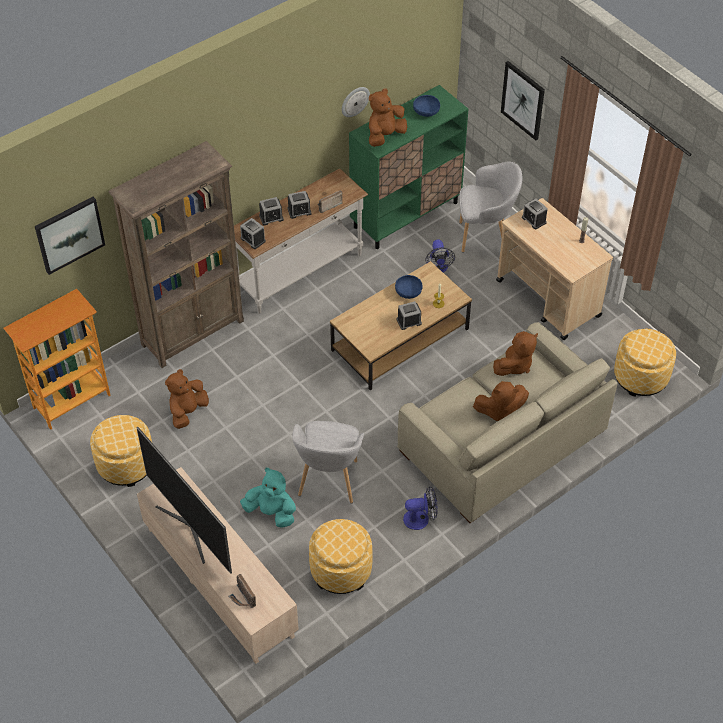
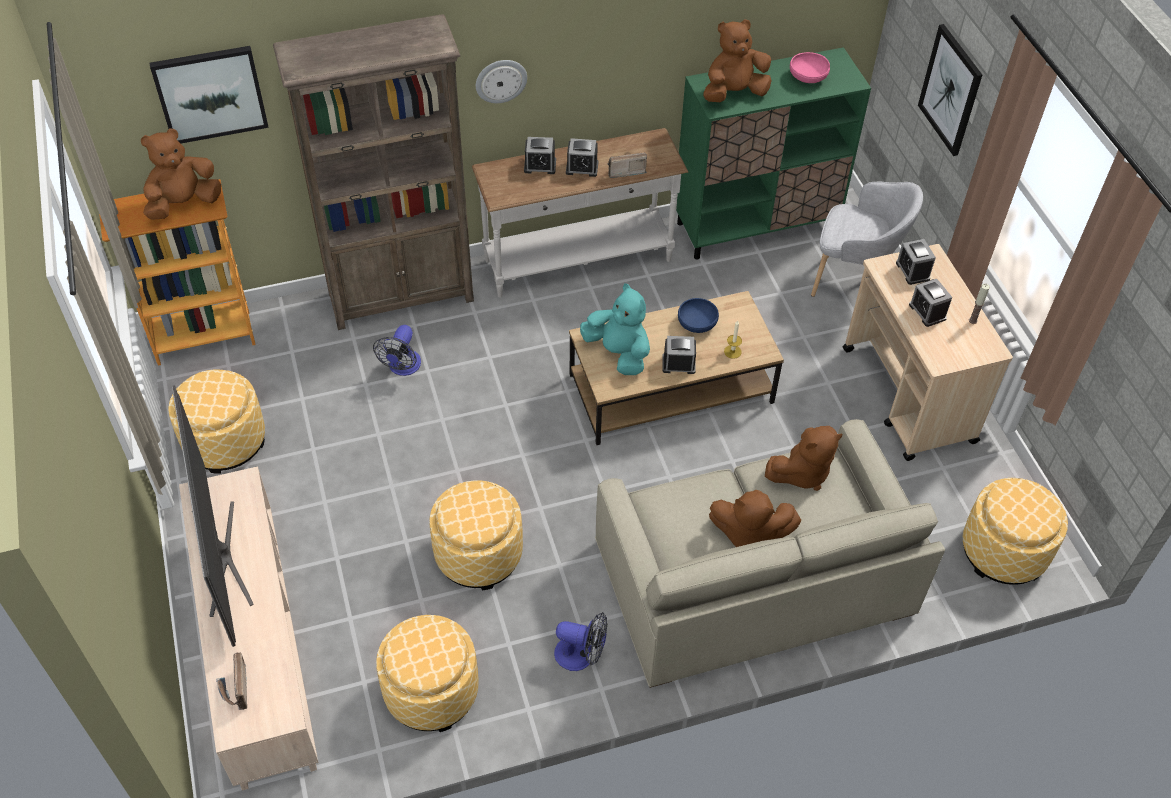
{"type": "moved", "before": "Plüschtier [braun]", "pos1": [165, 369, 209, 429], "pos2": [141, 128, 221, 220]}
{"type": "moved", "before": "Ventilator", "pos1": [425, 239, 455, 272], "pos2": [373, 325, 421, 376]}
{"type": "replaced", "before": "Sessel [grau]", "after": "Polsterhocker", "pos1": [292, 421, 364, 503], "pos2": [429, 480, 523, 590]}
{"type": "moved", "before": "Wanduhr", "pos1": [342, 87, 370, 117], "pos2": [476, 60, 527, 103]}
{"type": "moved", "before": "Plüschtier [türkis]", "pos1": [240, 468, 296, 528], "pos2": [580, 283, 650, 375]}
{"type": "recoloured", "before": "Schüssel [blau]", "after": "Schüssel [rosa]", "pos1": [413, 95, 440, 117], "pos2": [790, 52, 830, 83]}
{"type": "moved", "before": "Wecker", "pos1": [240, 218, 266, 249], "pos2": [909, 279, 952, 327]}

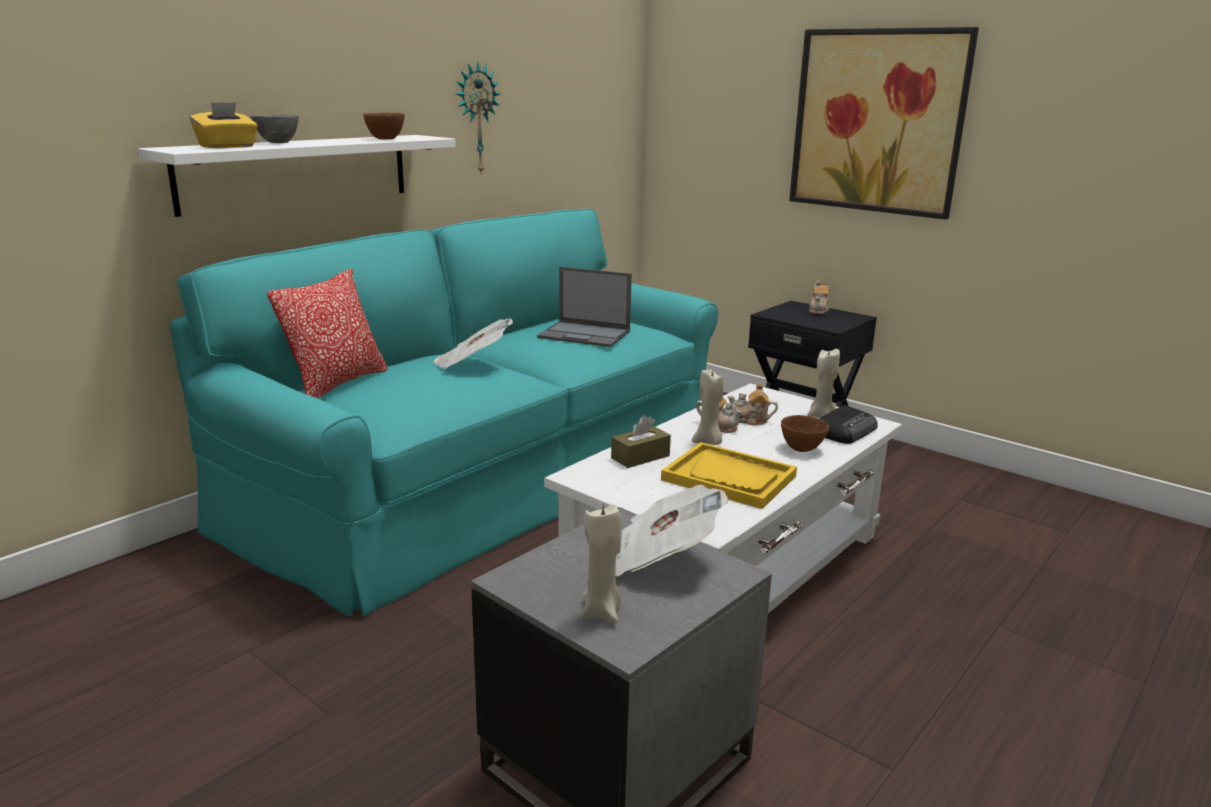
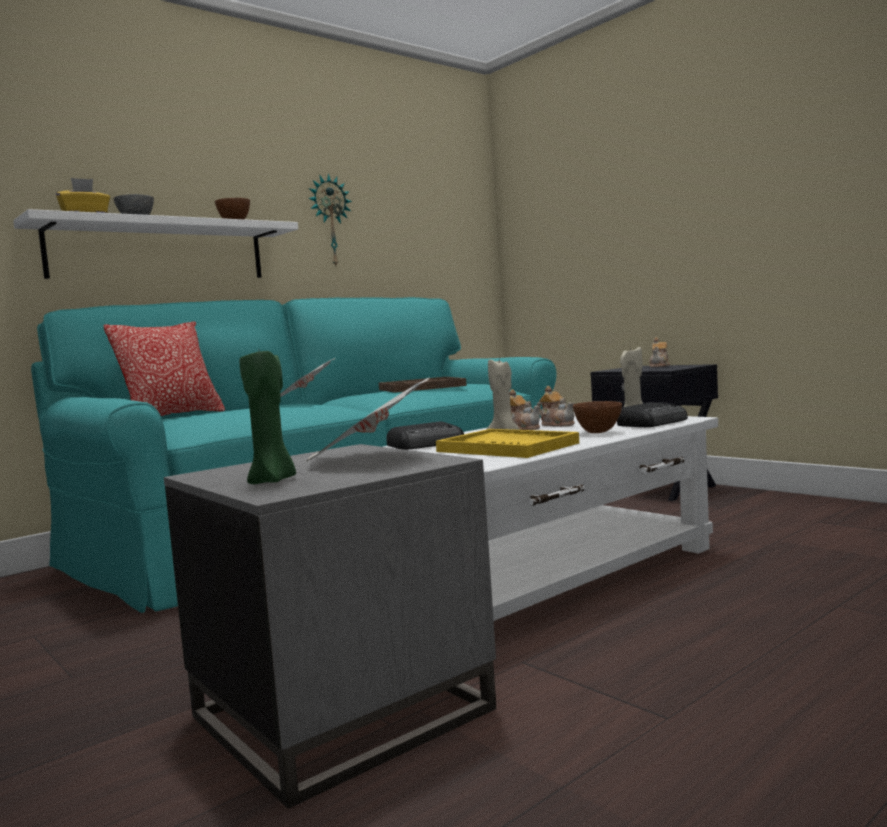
{"type": "recoloured", "before": "Kerze [beige]", "after": "Kerze [grün]", "pos1": [582, 504, 622, 623], "pos2": [240, 351, 296, 484]}
{"type": "replaced", "before": "Laptop", "after": "Tablett [braun]", "pos1": [537, 267, 632, 347], "pos2": [379, 377, 467, 393]}
{"type": "replaced", "before": "Taschentuchbox [braun]", "after": "Radio", "pos1": [611, 415, 671, 468], "pos2": [387, 422, 464, 450]}
{"type": "turned", "before": "Teekanne", "pos1": [727, 383, 778, 426], "pos2": [537, 386, 575, 427], "turn": -150}
{"type": "removed", "before": "Bild", "pos1": [789, 27, 979, 220]}

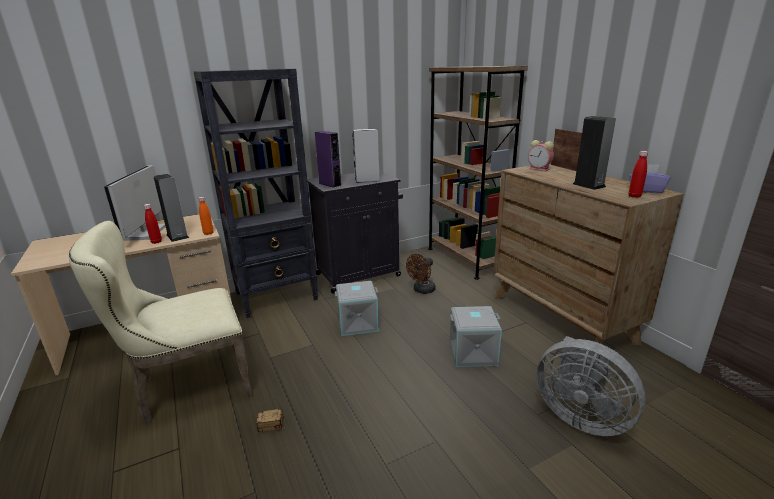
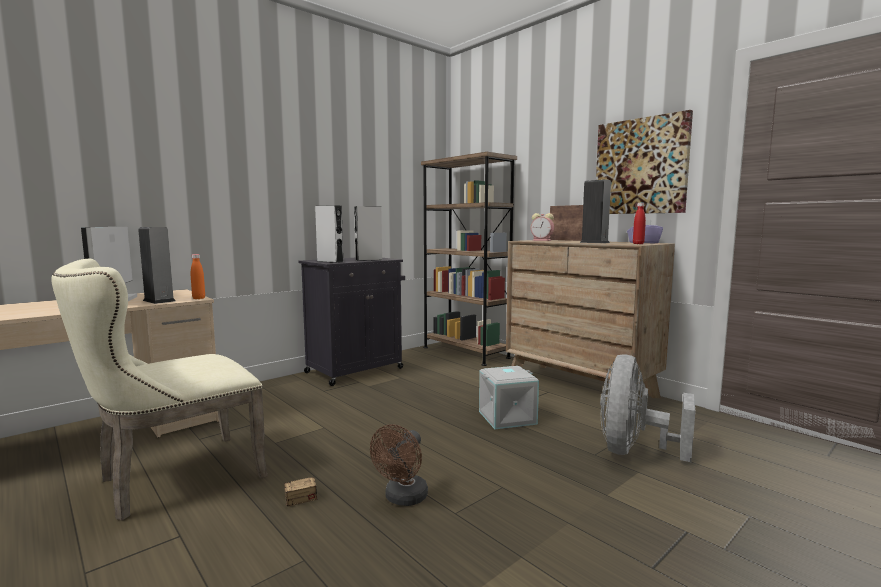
{"type": "recoloured", "before": "Lautsprecher [lila]", "after": "Lautsprecher [grau]", "pos1": [315, 131, 341, 188], "pos2": [315, 205, 343, 263]}
{"type": "moved", "before": "Ventilator [braun]", "pos1": [406, 254, 436, 294], "pos2": [370, 424, 428, 506]}
{"type": "added", "after": "Bild", "pos2": [596, 110, 693, 214]}
{"type": "turned", "before": "Ventilator [grau]", "pos1": [537, 336, 646, 436], "pos2": [600, 355, 695, 462], "turn": 90}
{"type": "removed", "before": "Flasche [rot]", "pos1": [144, 204, 162, 244]}
{"type": "removed", "before": "Bücherregal [schwarz]", "pos1": [193, 69, 318, 318]}
{"type": "removed", "before": "Aufbewahrungsbox [grau]", "pos1": [335, 281, 379, 336]}

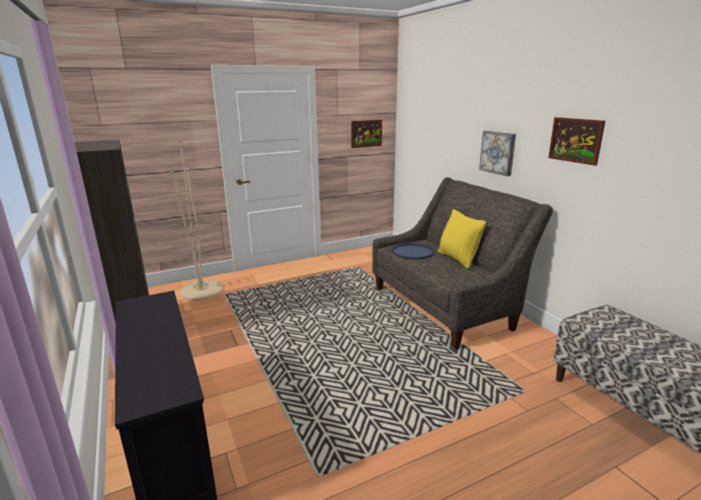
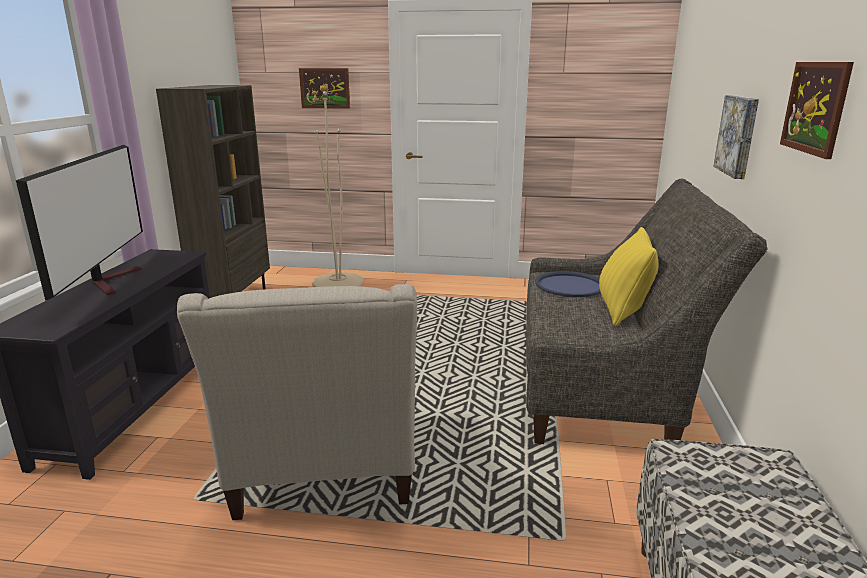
{"type": "added", "after": "Fernseher", "pos2": [16, 145, 143, 301]}
{"type": "added", "after": "Sessel [beige]", "pos2": [177, 284, 417, 520]}
{"type": "moved", "before": "Bild", "pos1": [351, 120, 382, 148], "pos2": [299, 68, 350, 109]}

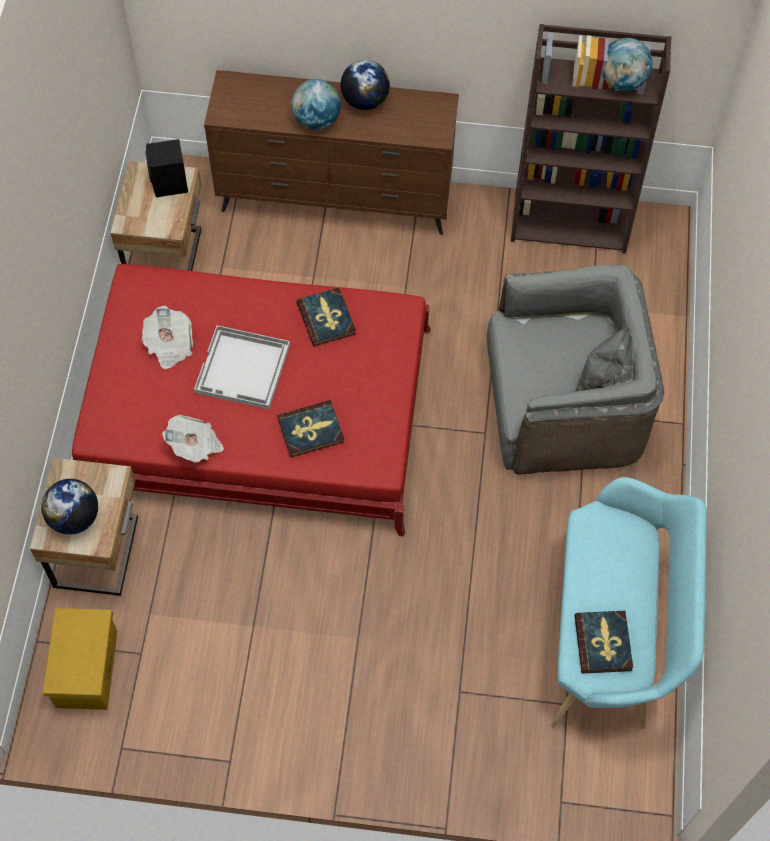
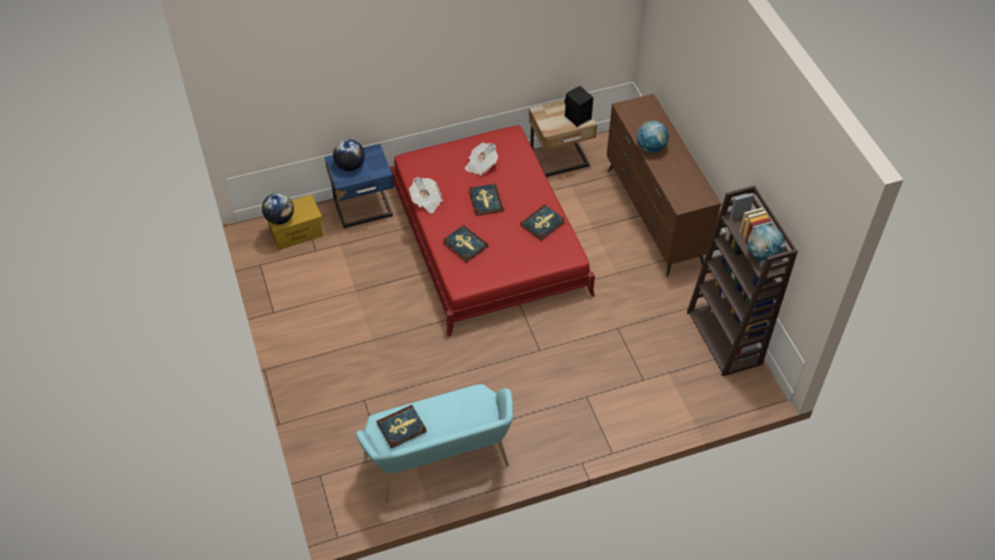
{"type": "moved", "before": "Globus", "pos1": [341, 60, 390, 110], "pos2": [262, 193, 294, 225]}
{"type": "recoloured", "before": "Nachttisch [beige]", "after": "Nachttisch [blau]", "pos1": [30, 458, 138, 596], "pos2": [325, 144, 394, 228]}
{"type": "replaced", "before": "Tablett [weiß]", "after": "Buch", "pos1": [194, 325, 290, 409], "pos2": [469, 184, 504, 216]}
{"type": "removed", "before": "Sessel [grau]", "pos1": [487, 265, 664, 475]}

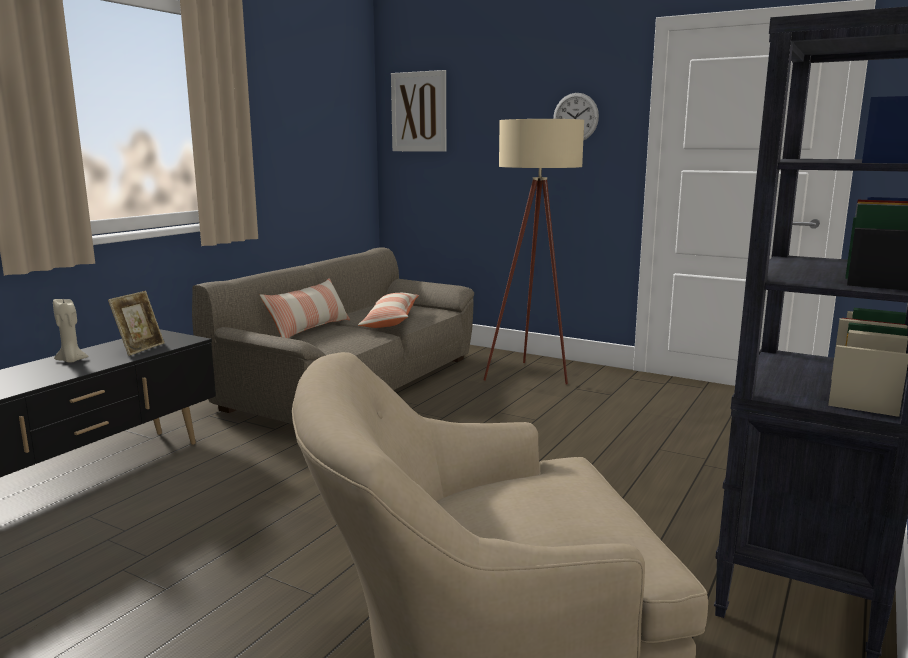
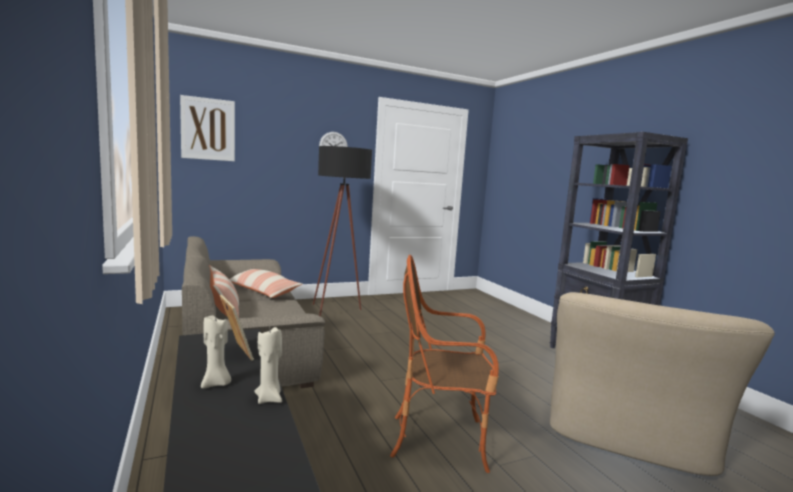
{"type": "added", "after": "Kerze [beige]", "pos2": [254, 327, 282, 404]}
{"type": "recoloured", "before": "Stehlampe [beige]", "after": "Stehlampe [schwarz]", "pos1": [484, 119, 584, 385], "pos2": [313, 146, 372, 316]}
{"type": "added", "after": "Sessel", "pos2": [390, 255, 499, 473]}

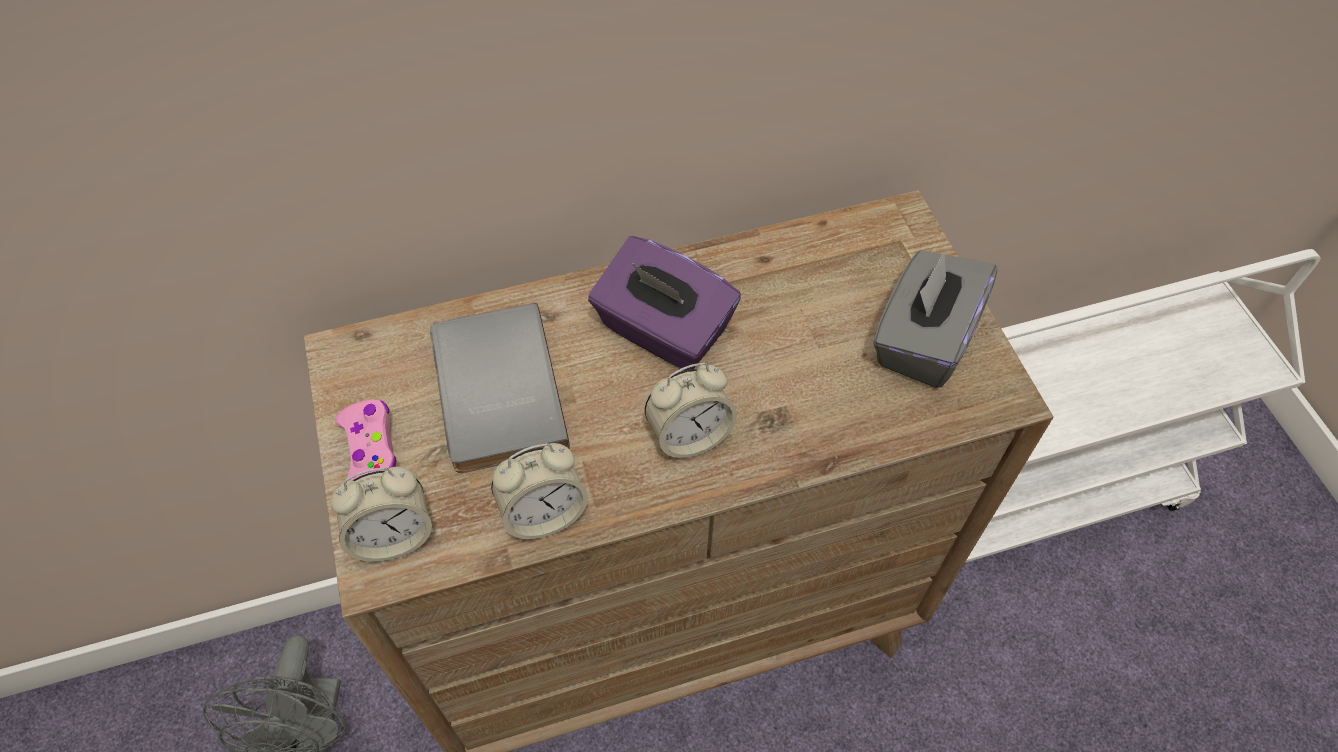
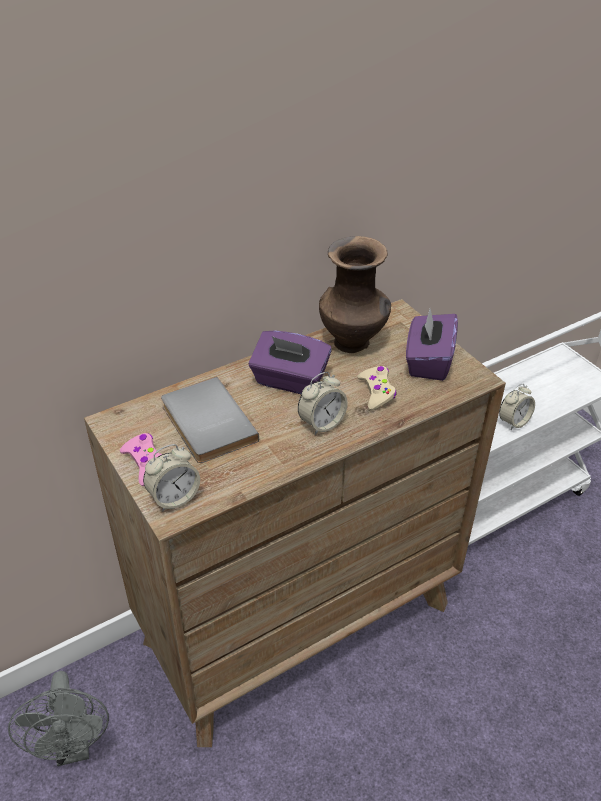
{"type": "added", "after": "Vase [braun]", "pos2": [319, 236, 391, 353]}
{"type": "added", "after": "Gamepad [beige]", "pos2": [357, 366, 397, 411]}
{"type": "recoloured", "before": "Taschentuchbox [grau]", "after": "Taschentuchbox [lila]", "pos1": [873, 250, 997, 388], "pos2": [406, 309, 458, 381]}
{"type": "moved", "before": "Wecker", "pos1": [491, 443, 588, 539], "pos2": [499, 383, 535, 430]}

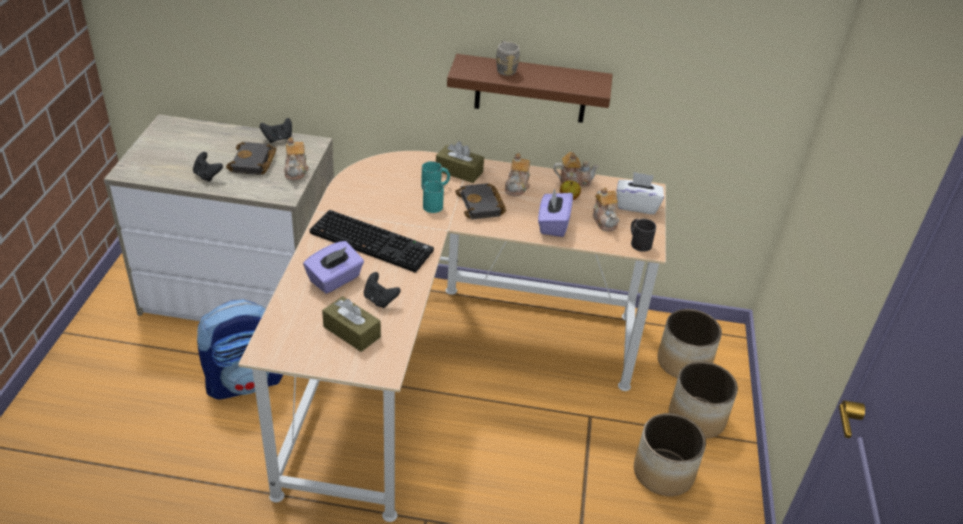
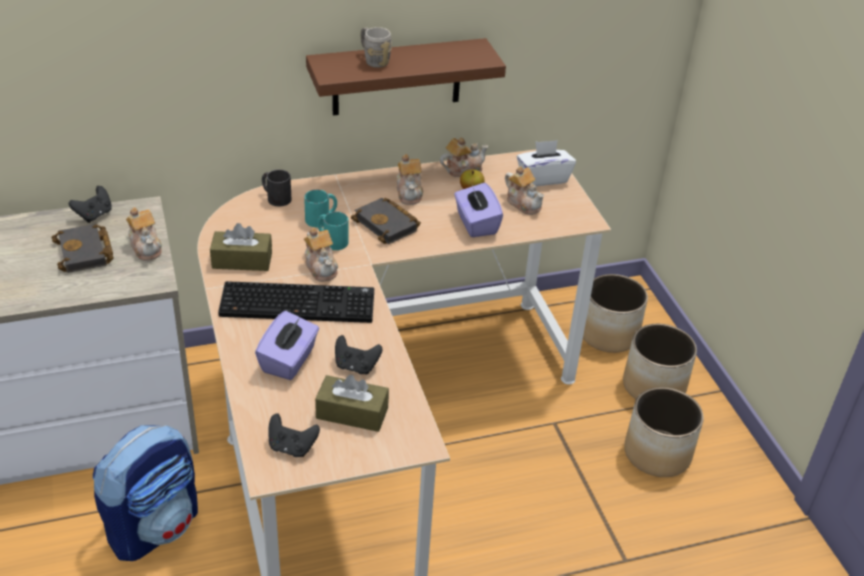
{"type": "moved", "before": "Taschentuchbox [braun]", "pos1": [436, 141, 484, 183], "pos2": [210, 223, 272, 271]}
{"type": "moved", "before": "Henkelbecher [schwarz]", "pos1": [631, 219, 656, 252], "pos2": [262, 169, 291, 207]}
{"type": "moved", "before": "Gamepad [schwarz]", "pos1": [193, 152, 223, 182], "pos2": [268, 413, 320, 457]}
{"type": "added", "after": "Teekanne", "pos2": [304, 227, 338, 282]}

